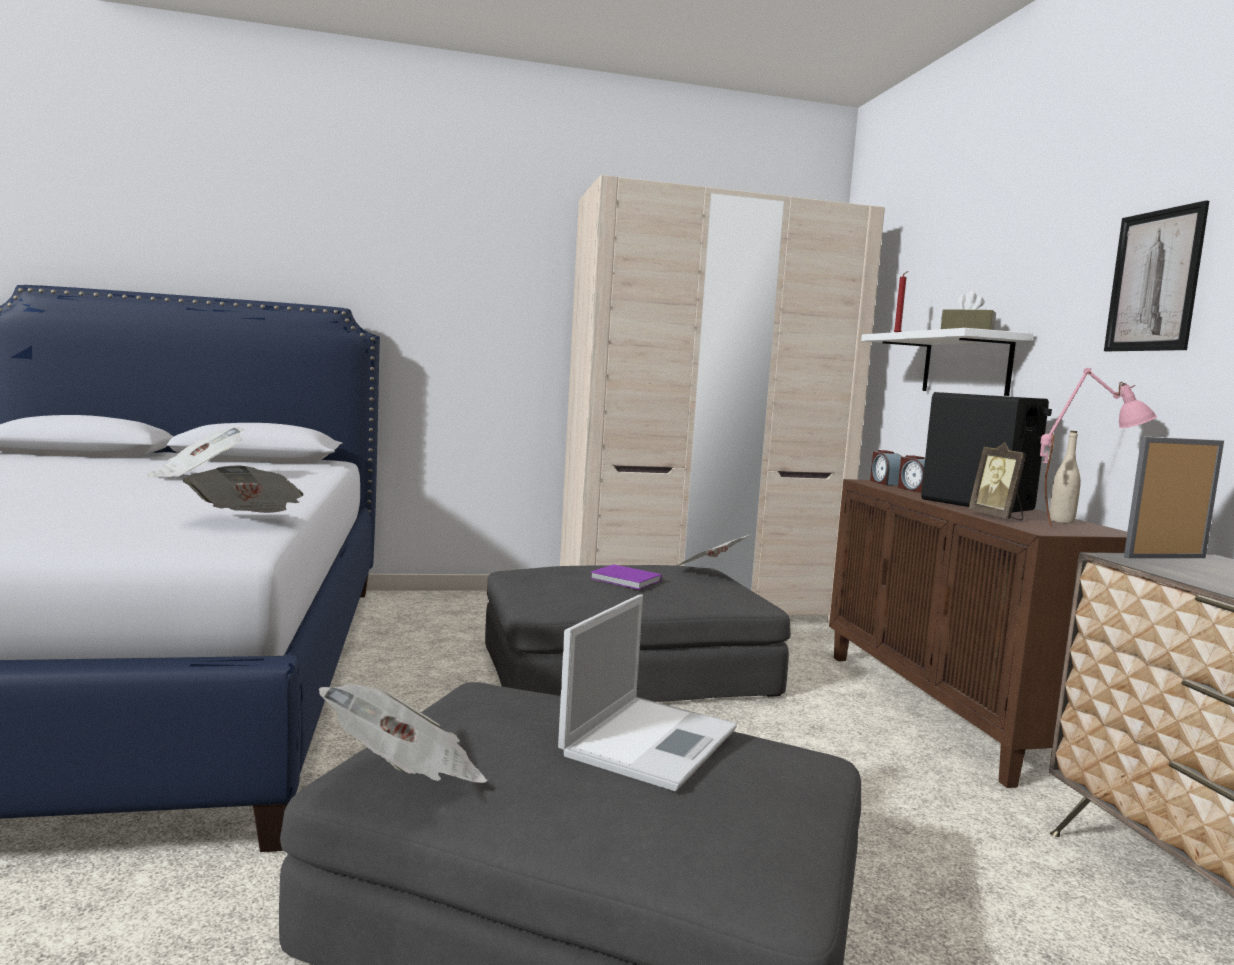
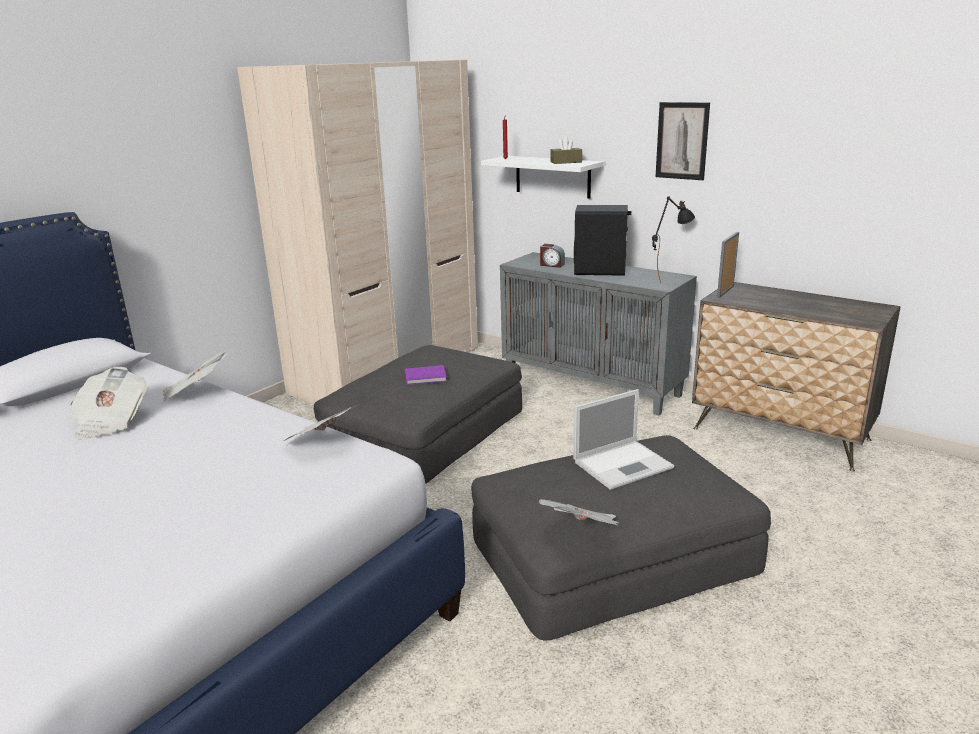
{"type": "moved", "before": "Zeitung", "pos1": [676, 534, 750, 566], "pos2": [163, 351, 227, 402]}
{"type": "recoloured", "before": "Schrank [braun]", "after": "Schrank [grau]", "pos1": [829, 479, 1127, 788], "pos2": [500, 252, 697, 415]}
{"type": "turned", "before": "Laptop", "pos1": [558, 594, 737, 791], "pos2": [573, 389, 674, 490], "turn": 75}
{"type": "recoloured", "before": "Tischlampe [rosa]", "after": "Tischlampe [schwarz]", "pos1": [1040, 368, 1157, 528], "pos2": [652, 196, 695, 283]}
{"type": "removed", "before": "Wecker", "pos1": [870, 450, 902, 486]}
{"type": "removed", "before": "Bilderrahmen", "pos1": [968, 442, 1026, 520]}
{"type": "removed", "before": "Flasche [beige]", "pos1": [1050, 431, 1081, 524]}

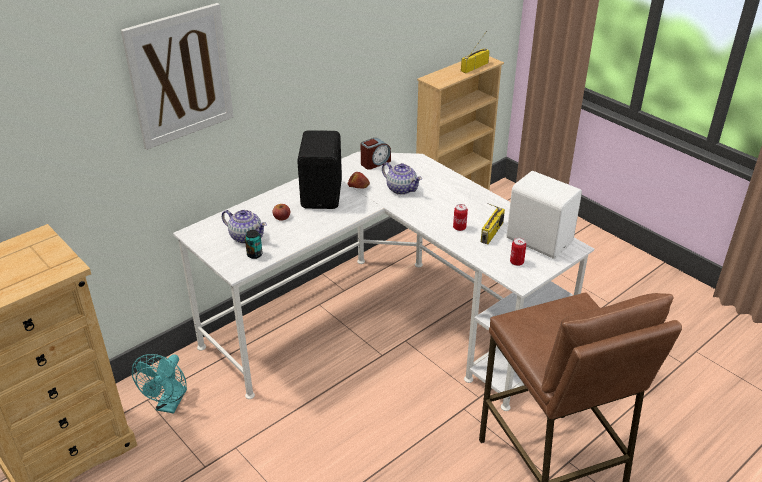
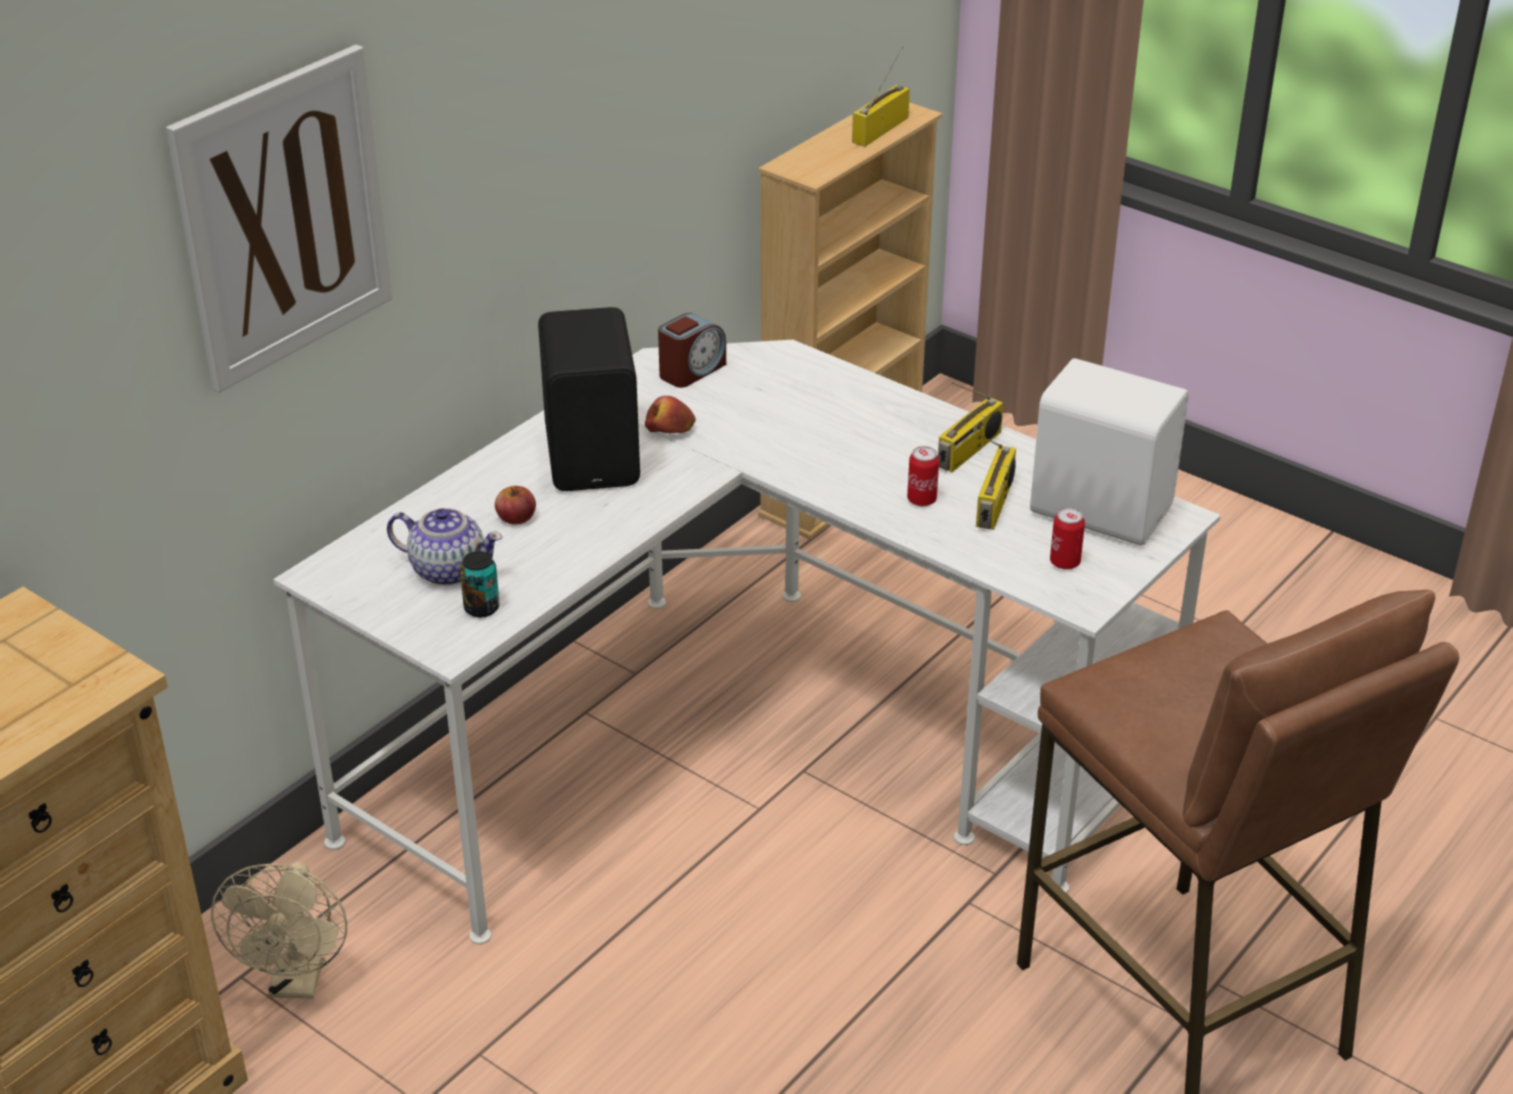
{"type": "recoloured", "before": "Ventilator [türkis]", "after": "Ventilator [beige]", "pos1": [132, 354, 187, 414], "pos2": [211, 862, 347, 999]}
{"type": "added", "after": "Radio", "pos2": [938, 382, 1003, 472]}
{"type": "removed", "before": "Teekanne", "pos1": [382, 162, 422, 195]}

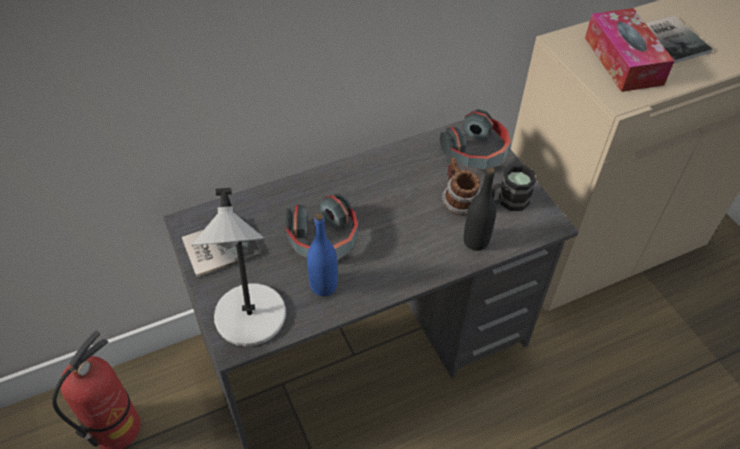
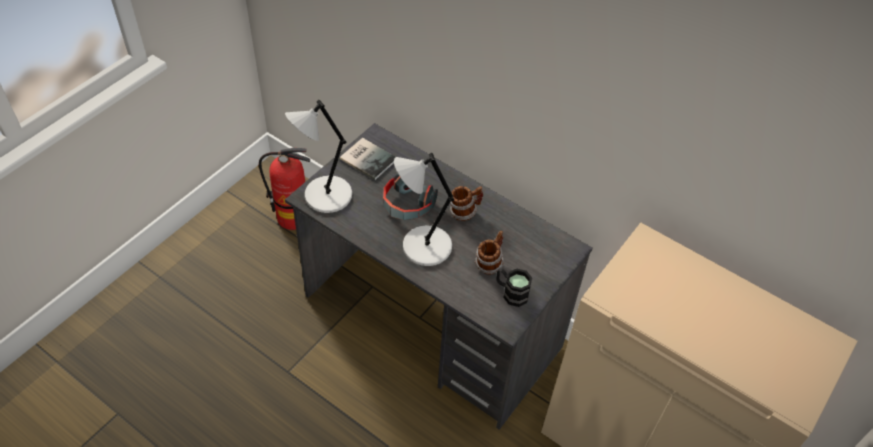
{"type": "added", "after": "Tischlampe [grau]", "pos2": [394, 153, 454, 266]}
{"type": "added", "after": "Henkelbecher", "pos2": [449, 186, 483, 221]}
{"type": "removed", "before": "Flasche [blau]", "pos1": [307, 213, 338, 296]}
{"type": "removed", "before": "Kopfhörer", "pos1": [440, 109, 511, 170]}
{"type": "removed", "before": "Flasche [schwarz]", "pos1": [464, 167, 496, 251]}
{"type": "removed", "before": "Taschentuchbox", "pos1": [585, 8, 674, 92]}
{"type": "removed", "before": "Buch", "pos1": [646, 15, 713, 64]}

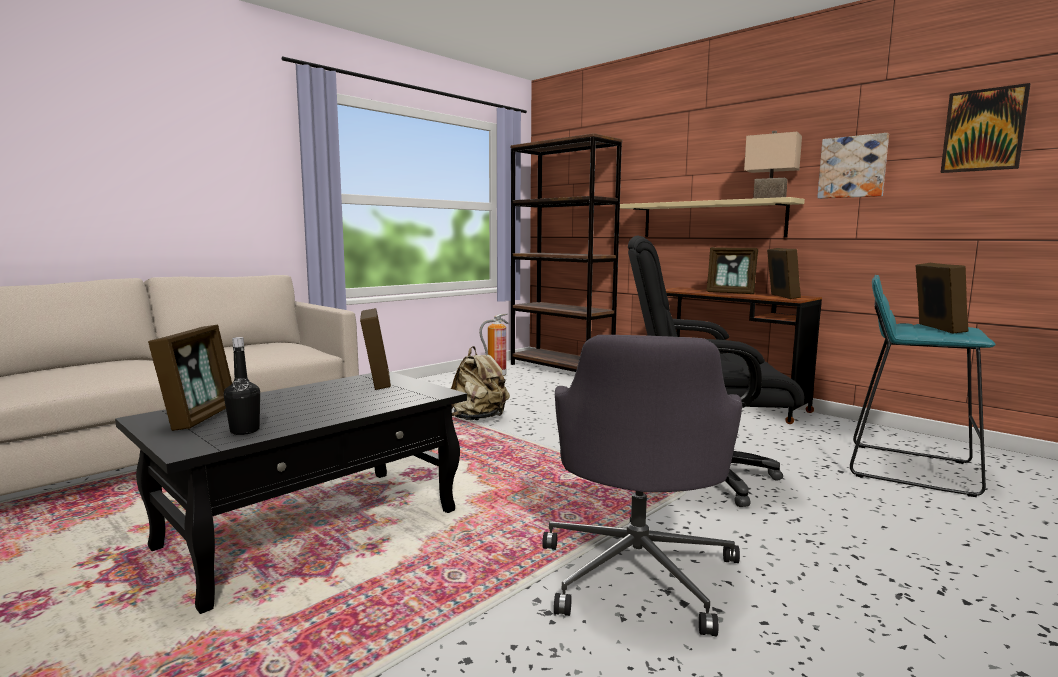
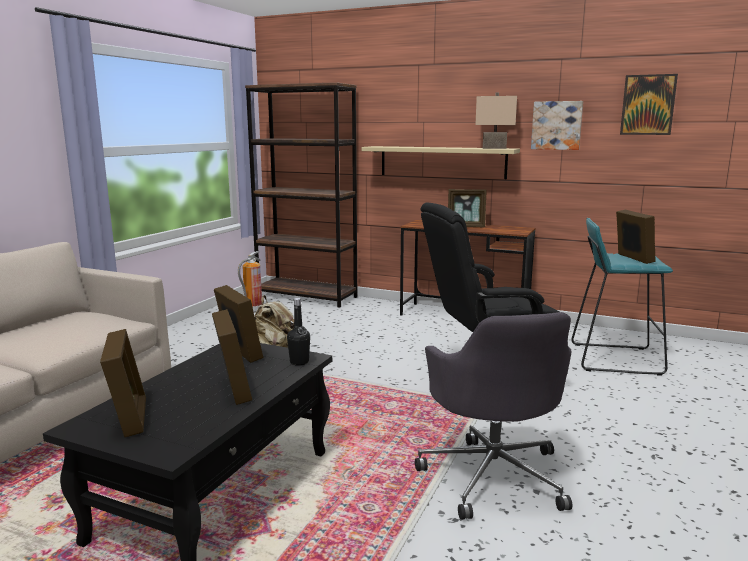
{"type": "moved", "before": "Bilderrahmen", "pos1": [767, 248, 801, 299], "pos2": [212, 309, 252, 405]}
{"type": "moved", "before": "Flasche [schwarz]", "pos1": [224, 337, 260, 435], "pos2": [287, 298, 310, 366]}

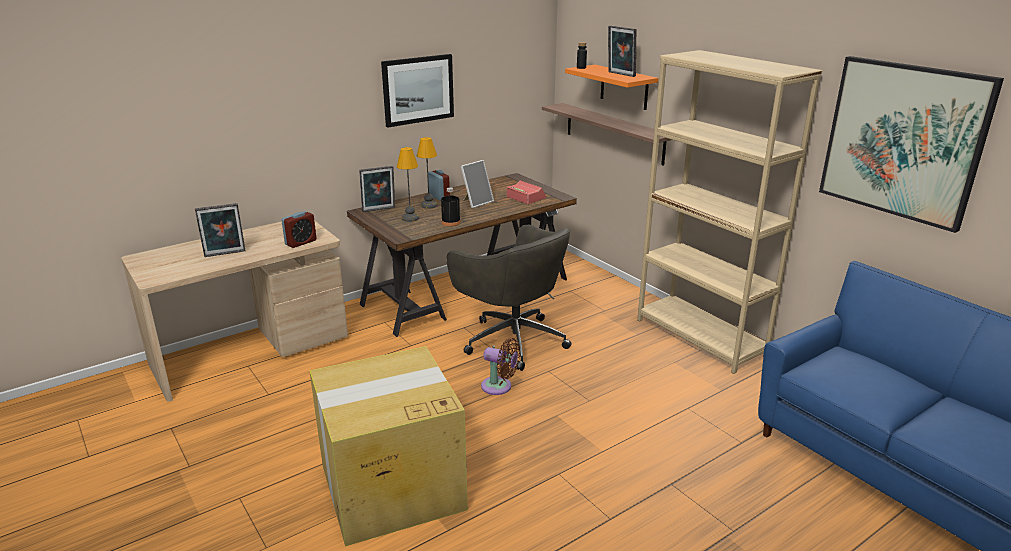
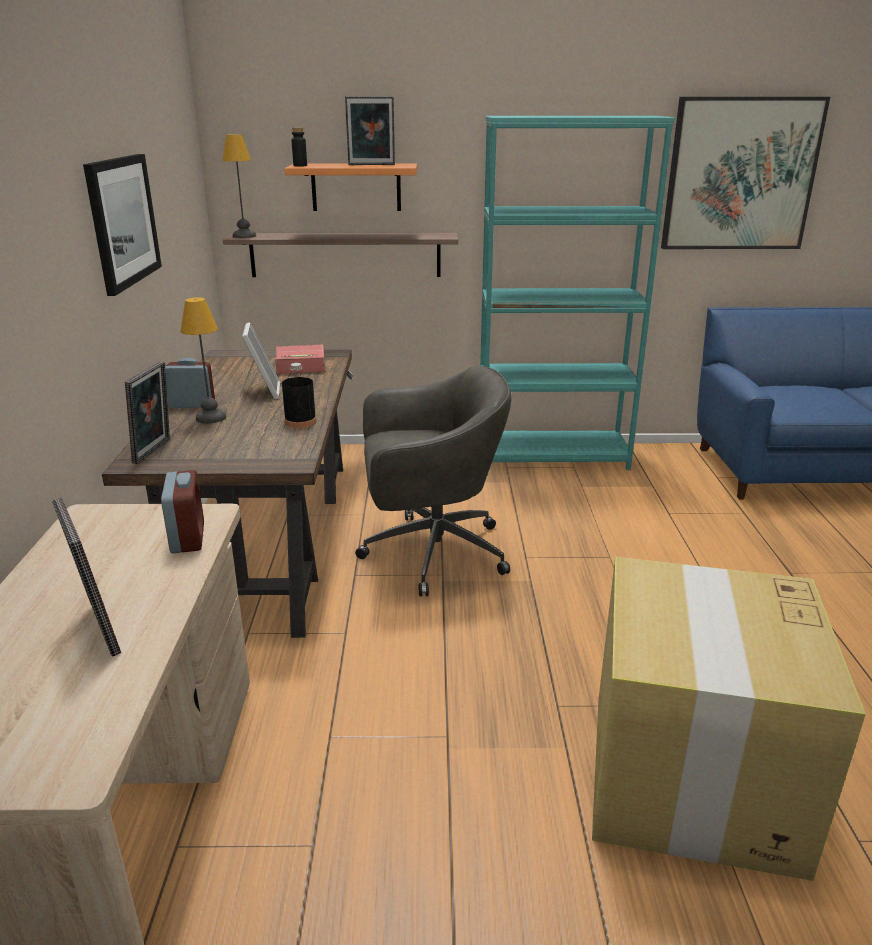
{"type": "turned", "before": "Bilderrahmen", "pos1": [195, 203, 246, 257], "pos2": [52, 498, 121, 657], "turn": 135}
{"type": "moved", "before": "Tischlampe", "pos1": [397, 147, 419, 222], "pos2": [222, 134, 256, 238]}
{"type": "recoloured", "before": "Bücherregal [beige]", "after": "Bücherregal [türkis]", "pos1": [637, 50, 822, 374], "pos2": [480, 116, 675, 470]}
{"type": "removed", "before": "Ventilator [braun]", "pos1": [481, 338, 520, 395]}

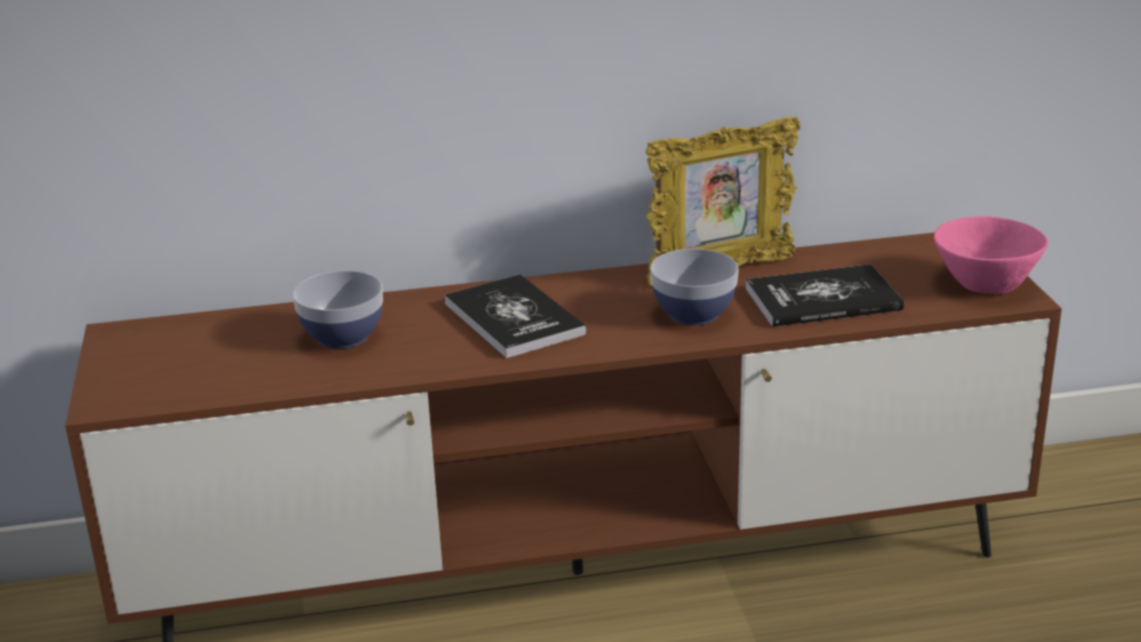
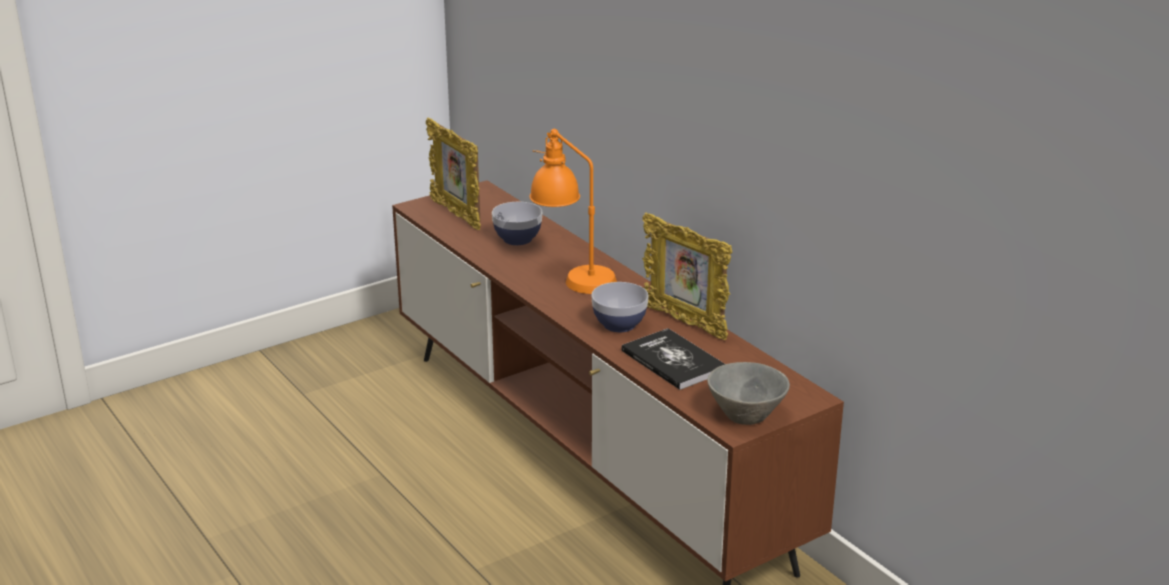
{"type": "added", "after": "Bilderrahmen", "pos2": [426, 117, 481, 230]}
{"type": "replaced", "before": "Buch", "after": "Tischlampe [orange]", "pos1": [444, 274, 586, 358], "pos2": [529, 129, 617, 294]}
{"type": "recoloured", "before": "Schüssel [rosa]", "after": "Schüssel [grau]", "pos1": [934, 216, 1048, 294], "pos2": [707, 362, 790, 425]}

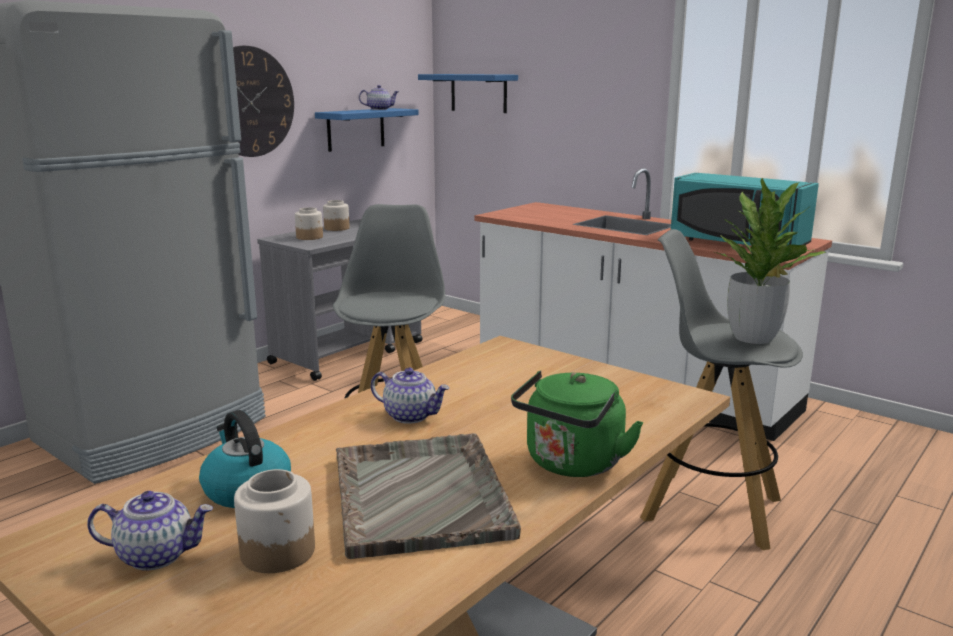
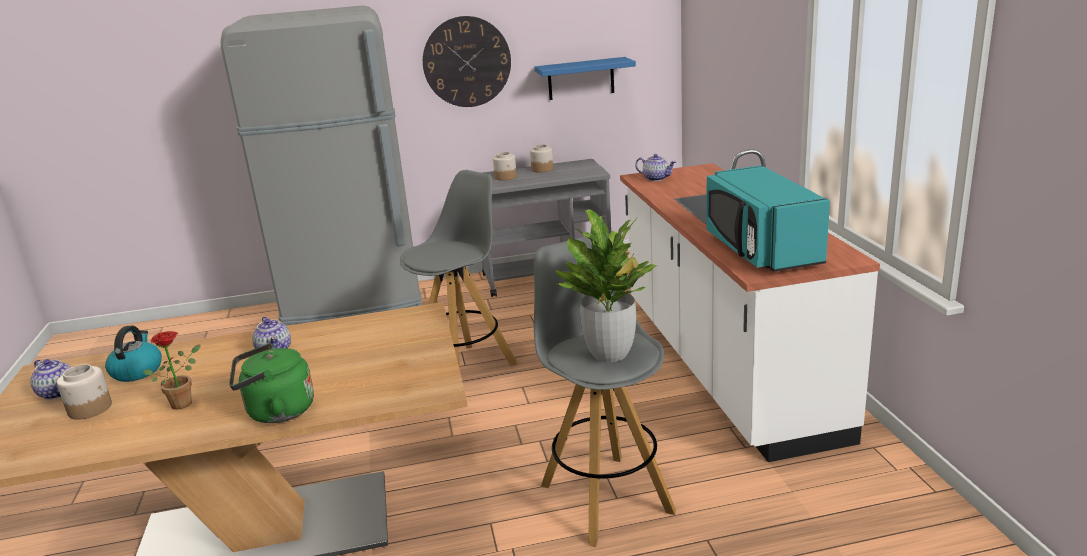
{"type": "replaced", "before": "Tablett [grau]", "after": "Topfpflanze", "pos1": [336, 433, 521, 559], "pos2": [143, 331, 200, 410]}
{"type": "moved", "before": "Teekanne", "pos1": [359, 85, 399, 110], "pos2": [635, 154, 676, 181]}
{"type": "removed", "before": "Wandregal [blau]", "pos1": [418, 74, 518, 113]}

